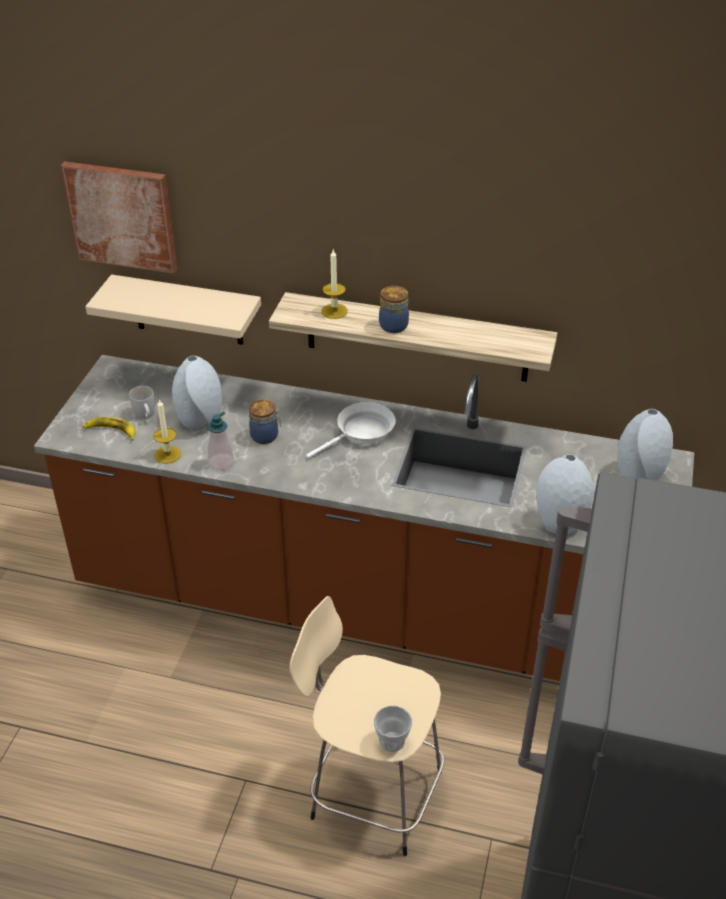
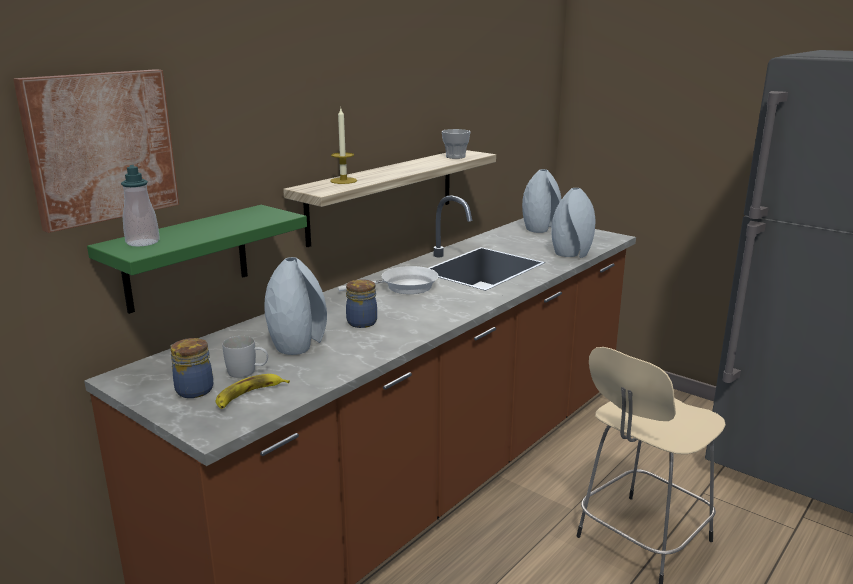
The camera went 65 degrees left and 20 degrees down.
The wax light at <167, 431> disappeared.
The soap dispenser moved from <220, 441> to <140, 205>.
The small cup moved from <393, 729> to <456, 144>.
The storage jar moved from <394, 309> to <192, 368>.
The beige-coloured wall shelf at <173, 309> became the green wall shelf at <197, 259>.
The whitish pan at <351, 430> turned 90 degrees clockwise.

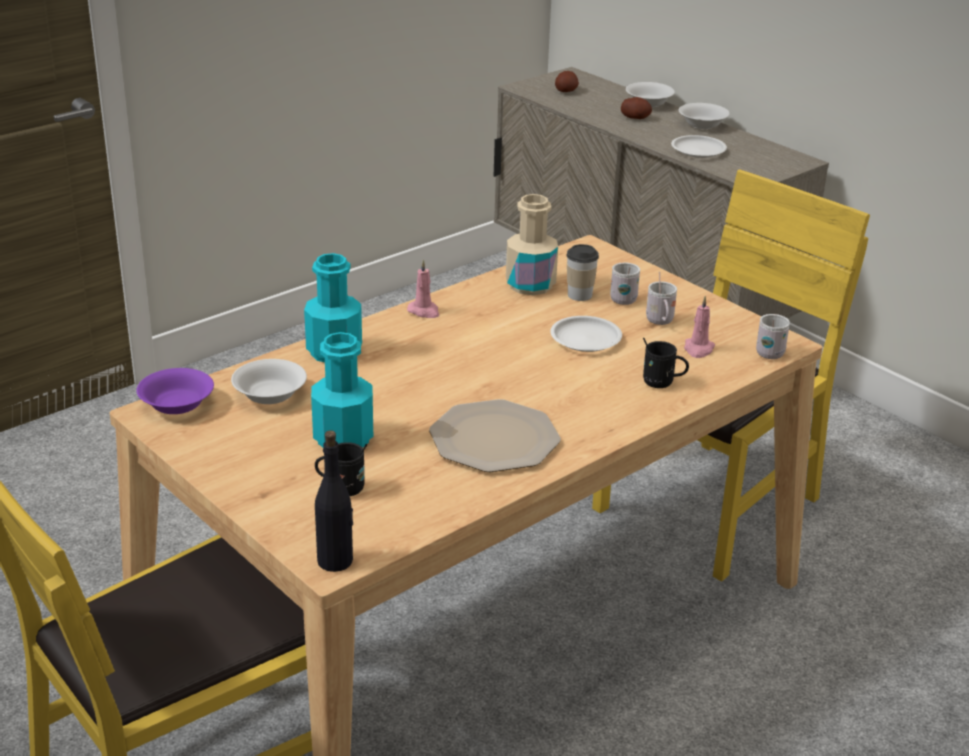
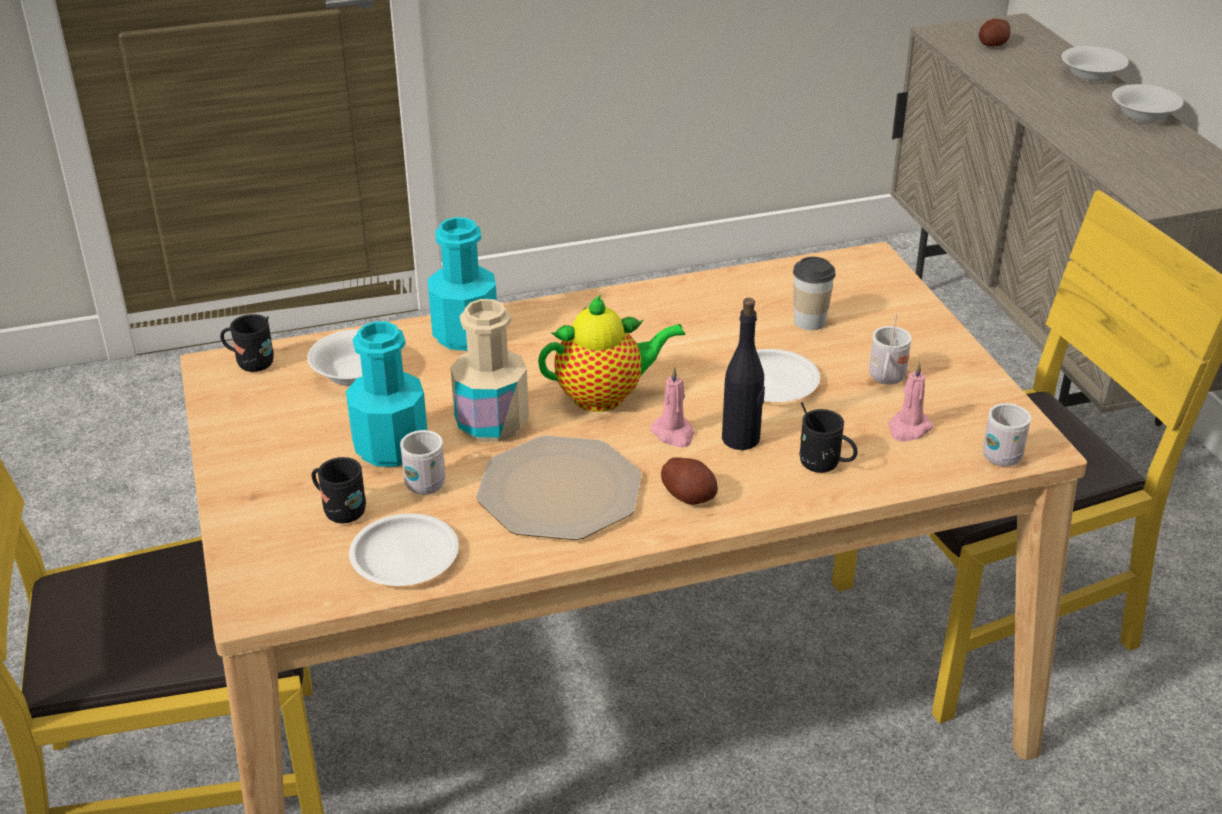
The camera went 25 degrees right and 5 degrees up.
The teapot at <612, 353> appeared.
The black beverage bottle moved from <334, 501> to <743, 374>.
The pink-coloured wax light moved from <423, 288> to <672, 407>.
The beige-coloured beverage bottle moved from <532, 244> to <489, 370>.
The whitish coffee mug moved from <625, 283> to <422, 462>.
The whole potato moved from <636, 108> to <689, 481>.
The whitish plate moved from <699, 146> to <404, 549>.
The purple deep dish at <175, 391> was replaced by the black coffee mug at <247, 343>.

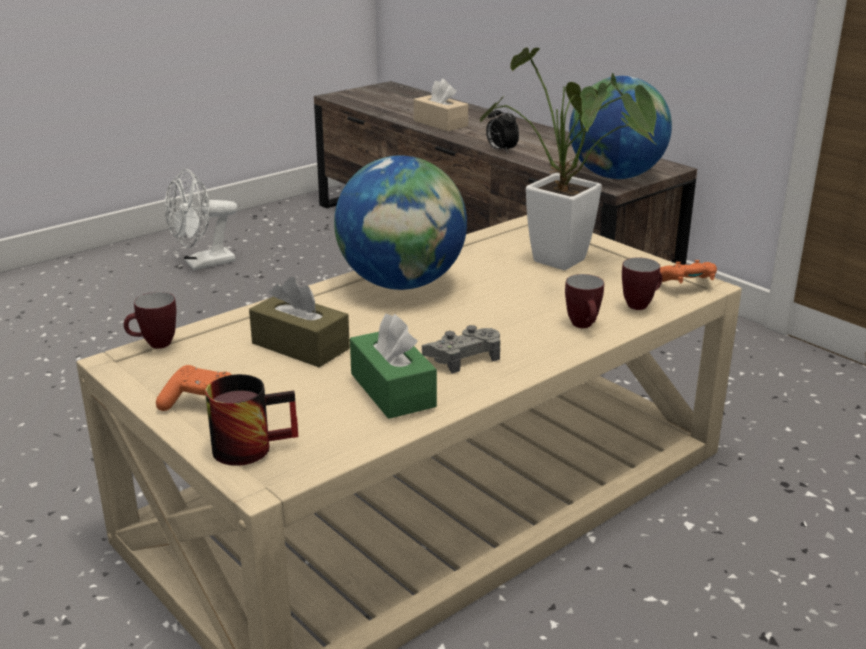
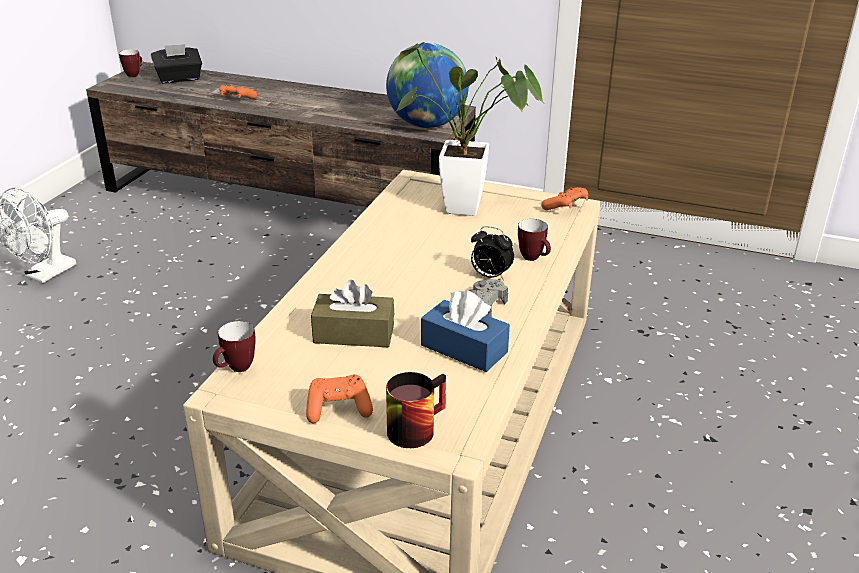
The camera went 30 degrees left and 5 degrees up.
The desk globe at <400, 223> disappeared.
The black tissue holder at <176, 63> appeared.
The table clock moved from <502, 129> to <492, 253>.
The coffee mug moved from <642, 284> to <131, 63>.
The beige-coloured tissue holder at <441, 105> was replaced by the orangey gamepad at <238, 91>.
The green tissue holder at <393, 366> became the blue tissue holder at <465, 331>.

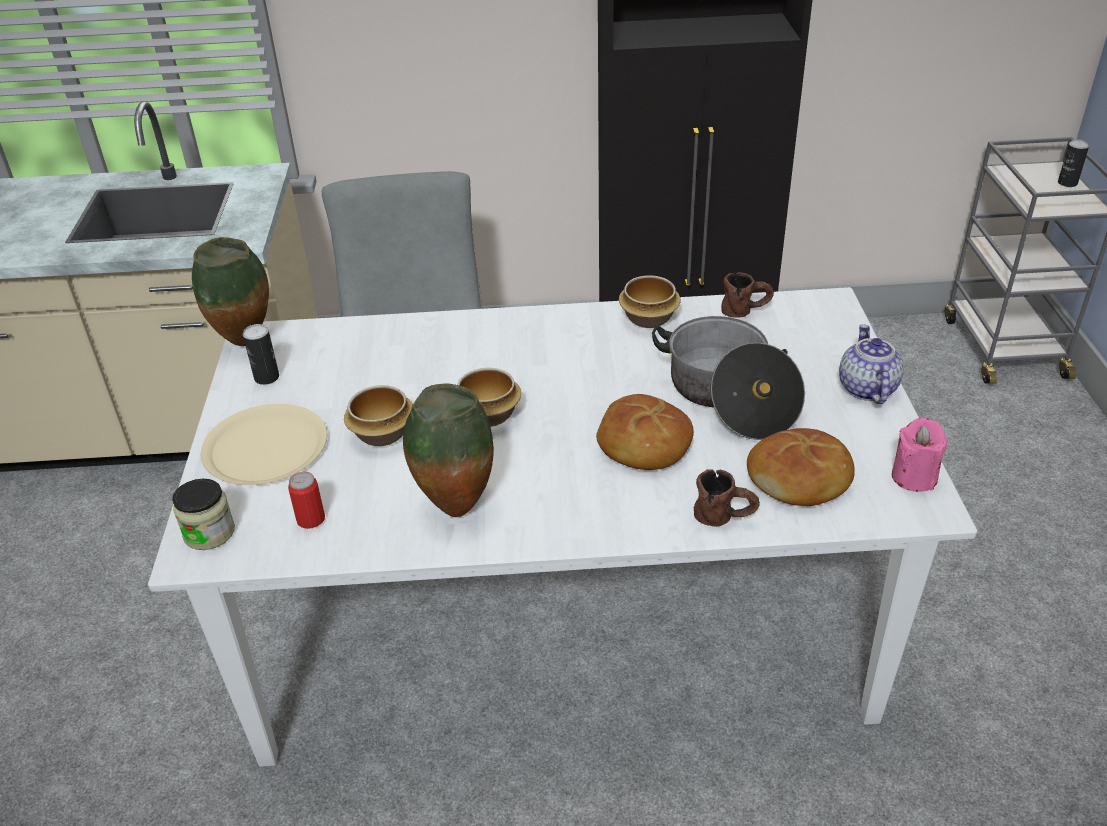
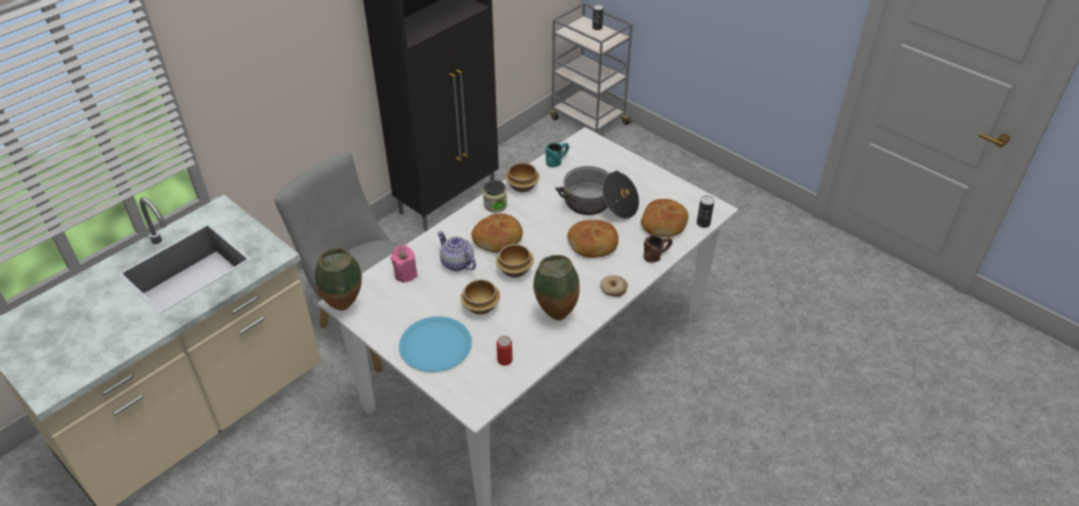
The camera went 45 degrees left and 5 degrees up.
The bakery bread at <497, 232> appeared.
The doughnut at <614, 286> appeared.
The storage jar moved from <203, 514> to <495, 196>.
The can moved from <261, 354> to <705, 211>.
The teapot moved from <871, 364> to <456, 251>.
The pink-coloured wax light moved from <919, 455> to <404, 263>.
The beige-coloured plate at <264, 444> became the blue plate at <435, 344>.
The brownish coffee mug at <747, 295> became the blue-green coffee mug at <557, 155>.

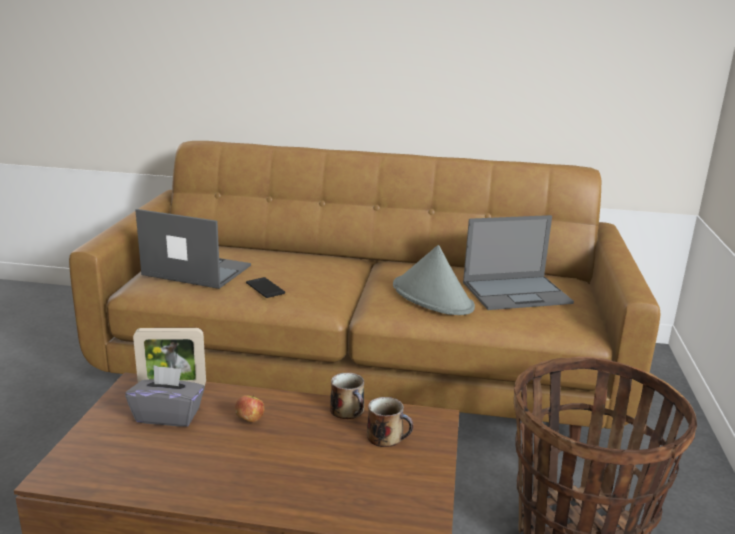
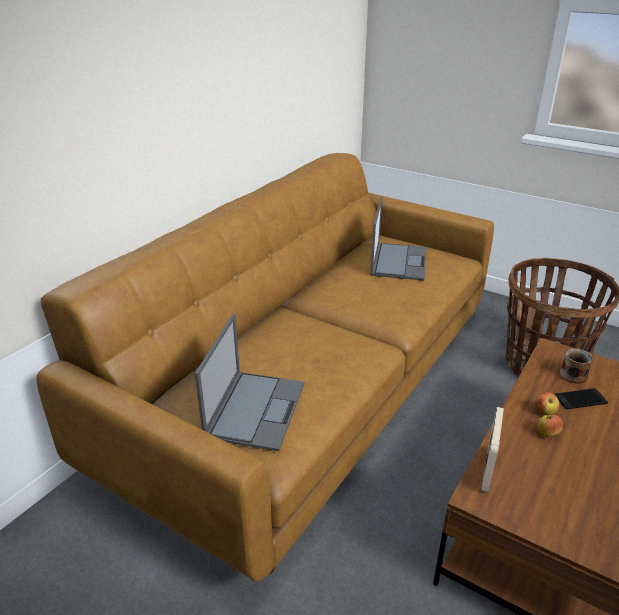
The camera went 65 degrees left and 10 degrees up.
The gray tissue holder at <165, 396> disappeared.
The coffee mug at <347, 396> disappeared.
The gray clothing hat at <434, 280> disappeared.
The apple at <547, 403> appeared.
The handset moved from <265, 287> to <581, 398>.
The laptop at <193, 249> turned 150 degrees clockwise.

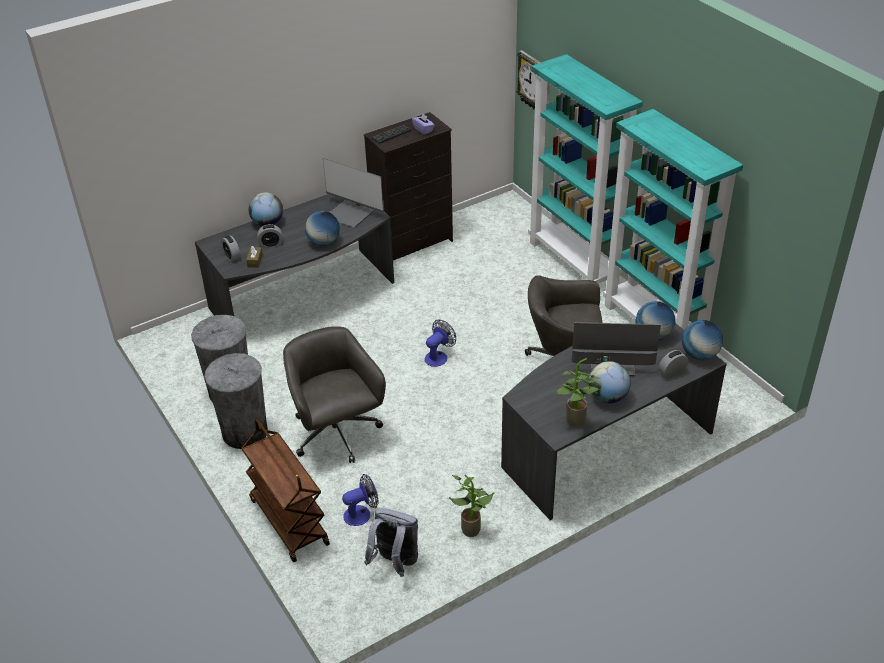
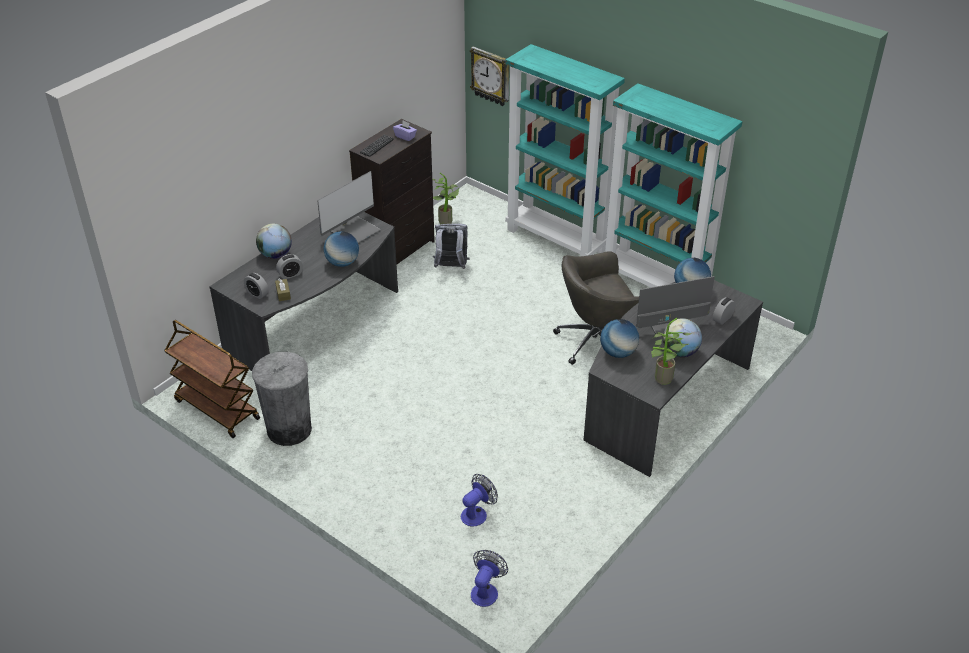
The camera went 20 degrees left and 0 degrees up.
The gray rubbish bin at <236, 401> disappeared.
The gray desk chair at <334, 394> disappeared.
The brownish trolley moved from <285, 490> to <212, 379>.
The gray knapsack moved from <391, 542> to <451, 246>.
The cooling fan moved from <440, 343> to <489, 578>.
The houseplant moved from <471, 506> to <445, 198>.
The desk globe moved from <702, 340> to <619, 338>.
The computer screen at <353, 192> turned 60 degrees counterclockwise.

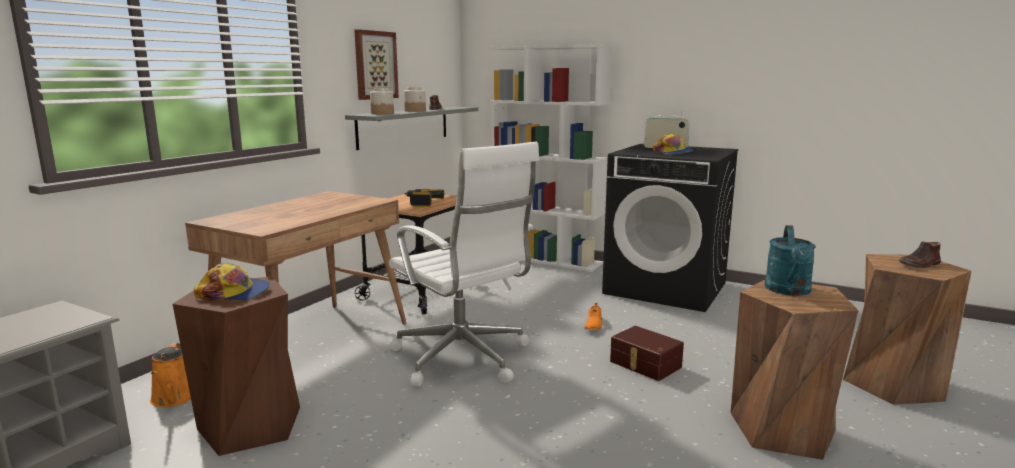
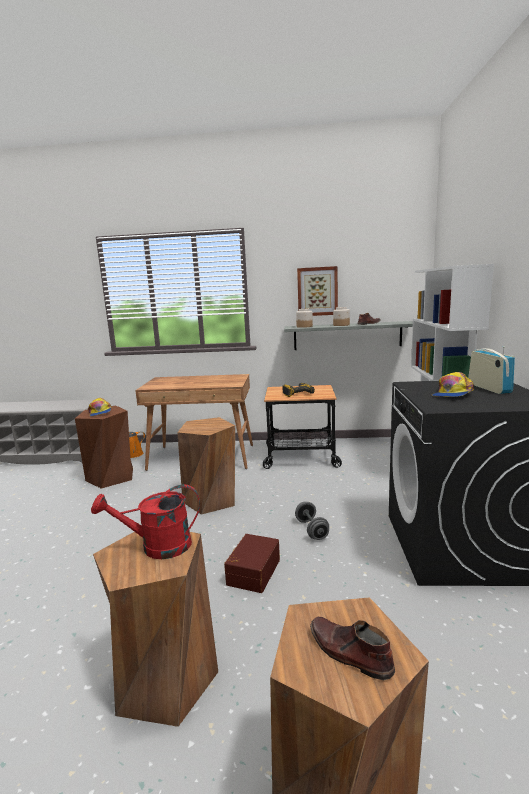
The camera went 65 degrees right and 0 degrees up.
The whitish desk chair at <464, 264> was replaced by the brownish stool seat at <206, 466>.
The orangey low shoe at <593, 316> was replaced by the gray hand weight at <312, 521>.
The blue-green watering pot at <790, 260> became the red-coloured watering pot at <145, 521>.

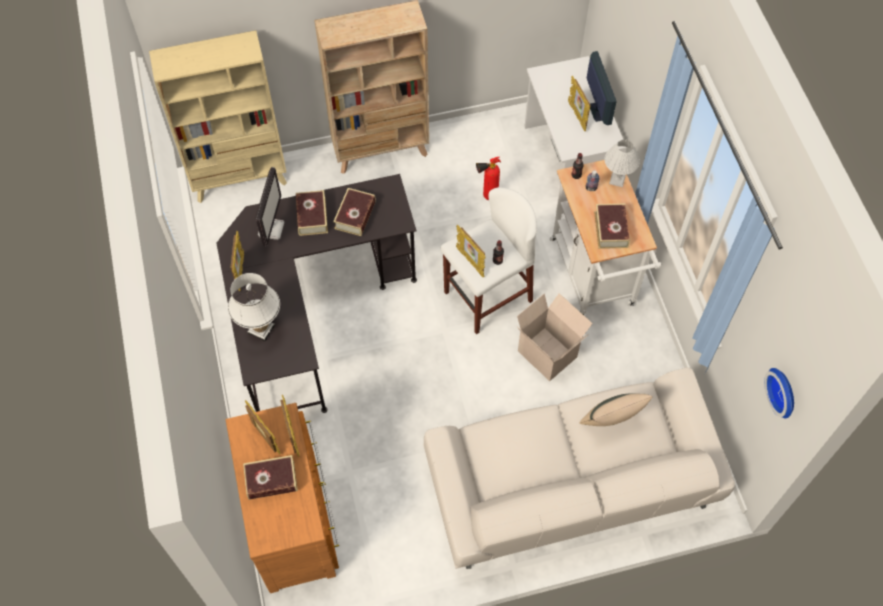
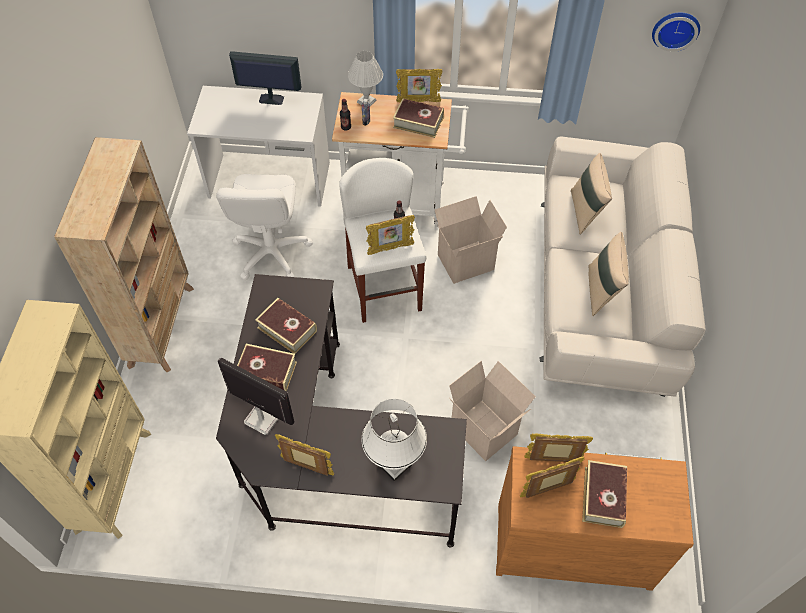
The camera went 70 degrees left and 5 degrees down.
The cardboard box at <492, 411> appeared.
The beige-coloured cushion at <608, 274> appeared.
The photo frame moved from <579, 104> to <419, 85>.
The extinguisher at <488, 178> was replaced by the whitish desk chair at <264, 227>.

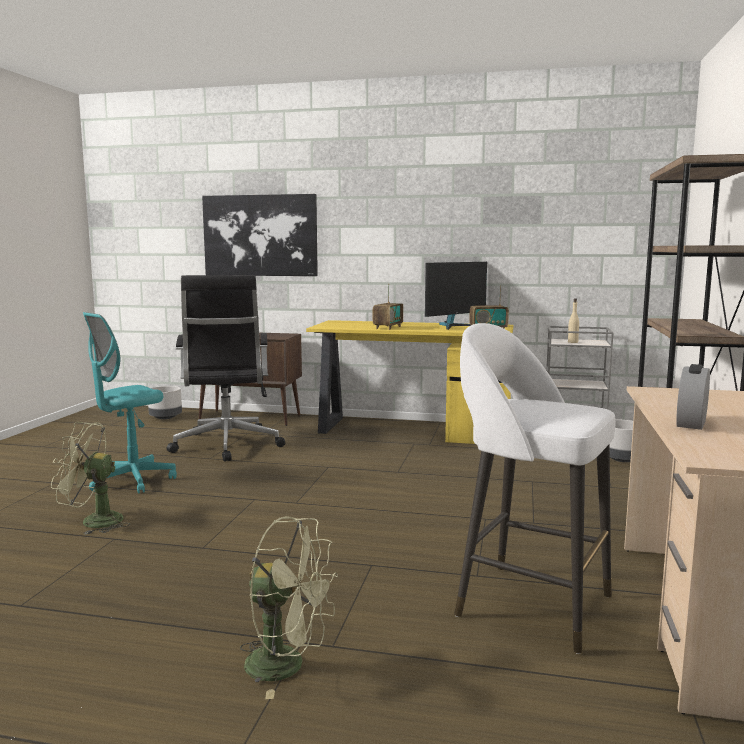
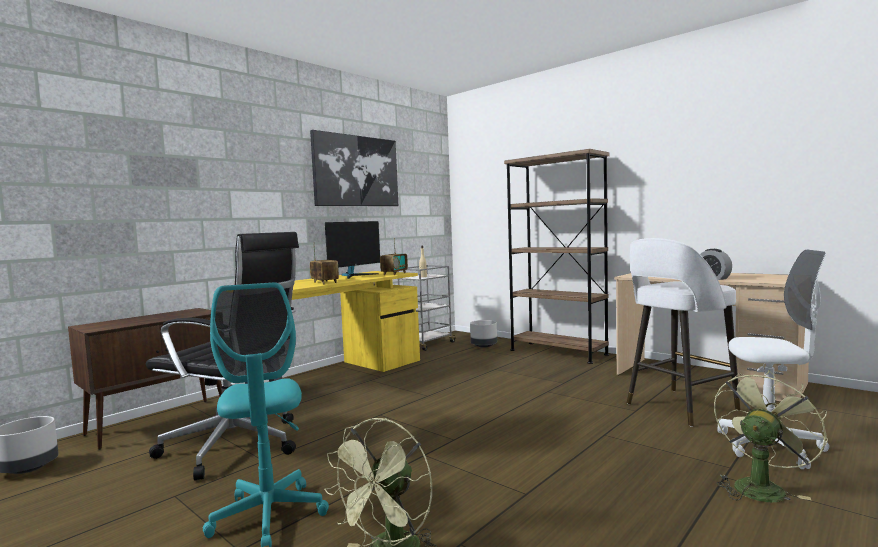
The camera went 60 degrees left and 5 degrees down.
The whitish desk chair at <773, 359> appeared.
The wall art moved from <260, 235> to <354, 168>.
The computer screen at <456, 296> turned 45 degrees clockwise.

